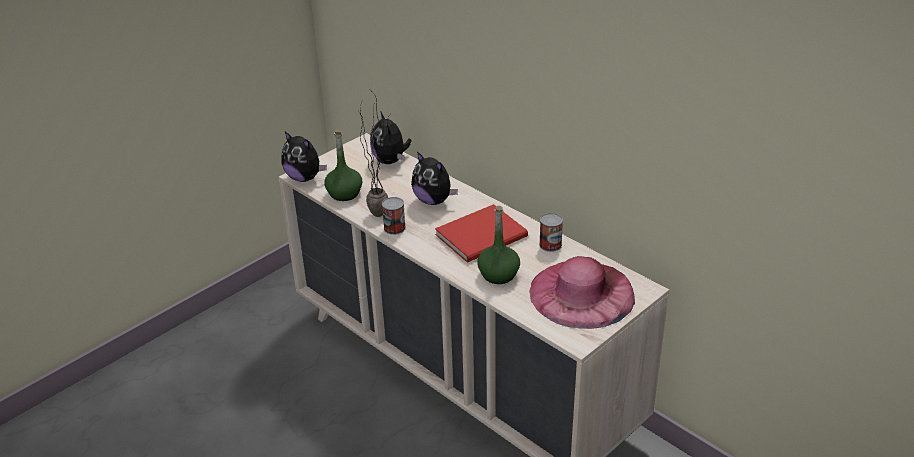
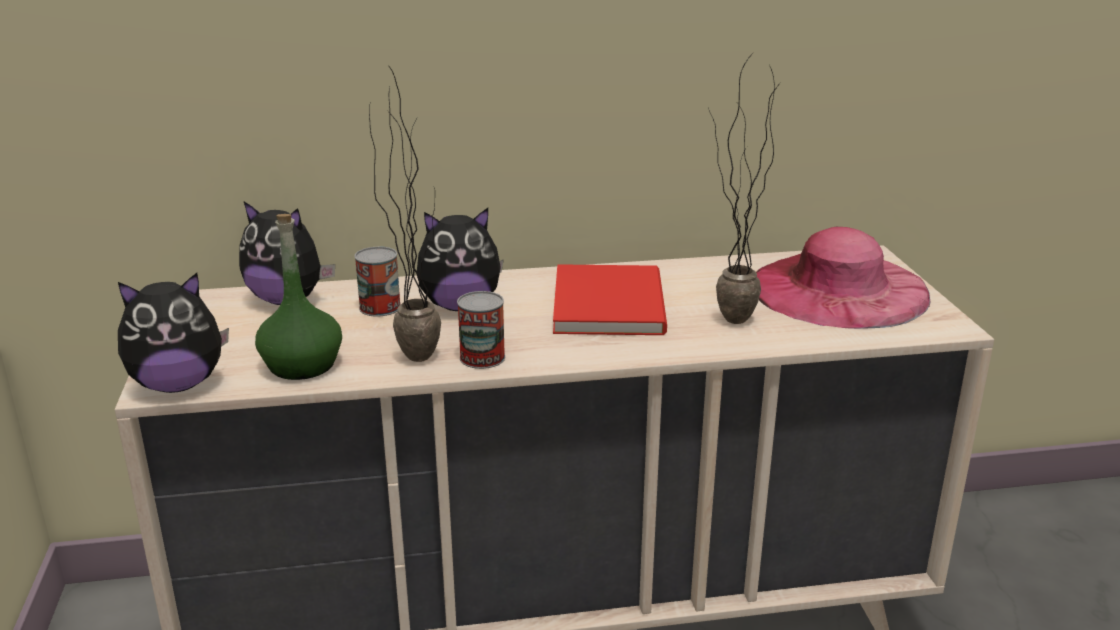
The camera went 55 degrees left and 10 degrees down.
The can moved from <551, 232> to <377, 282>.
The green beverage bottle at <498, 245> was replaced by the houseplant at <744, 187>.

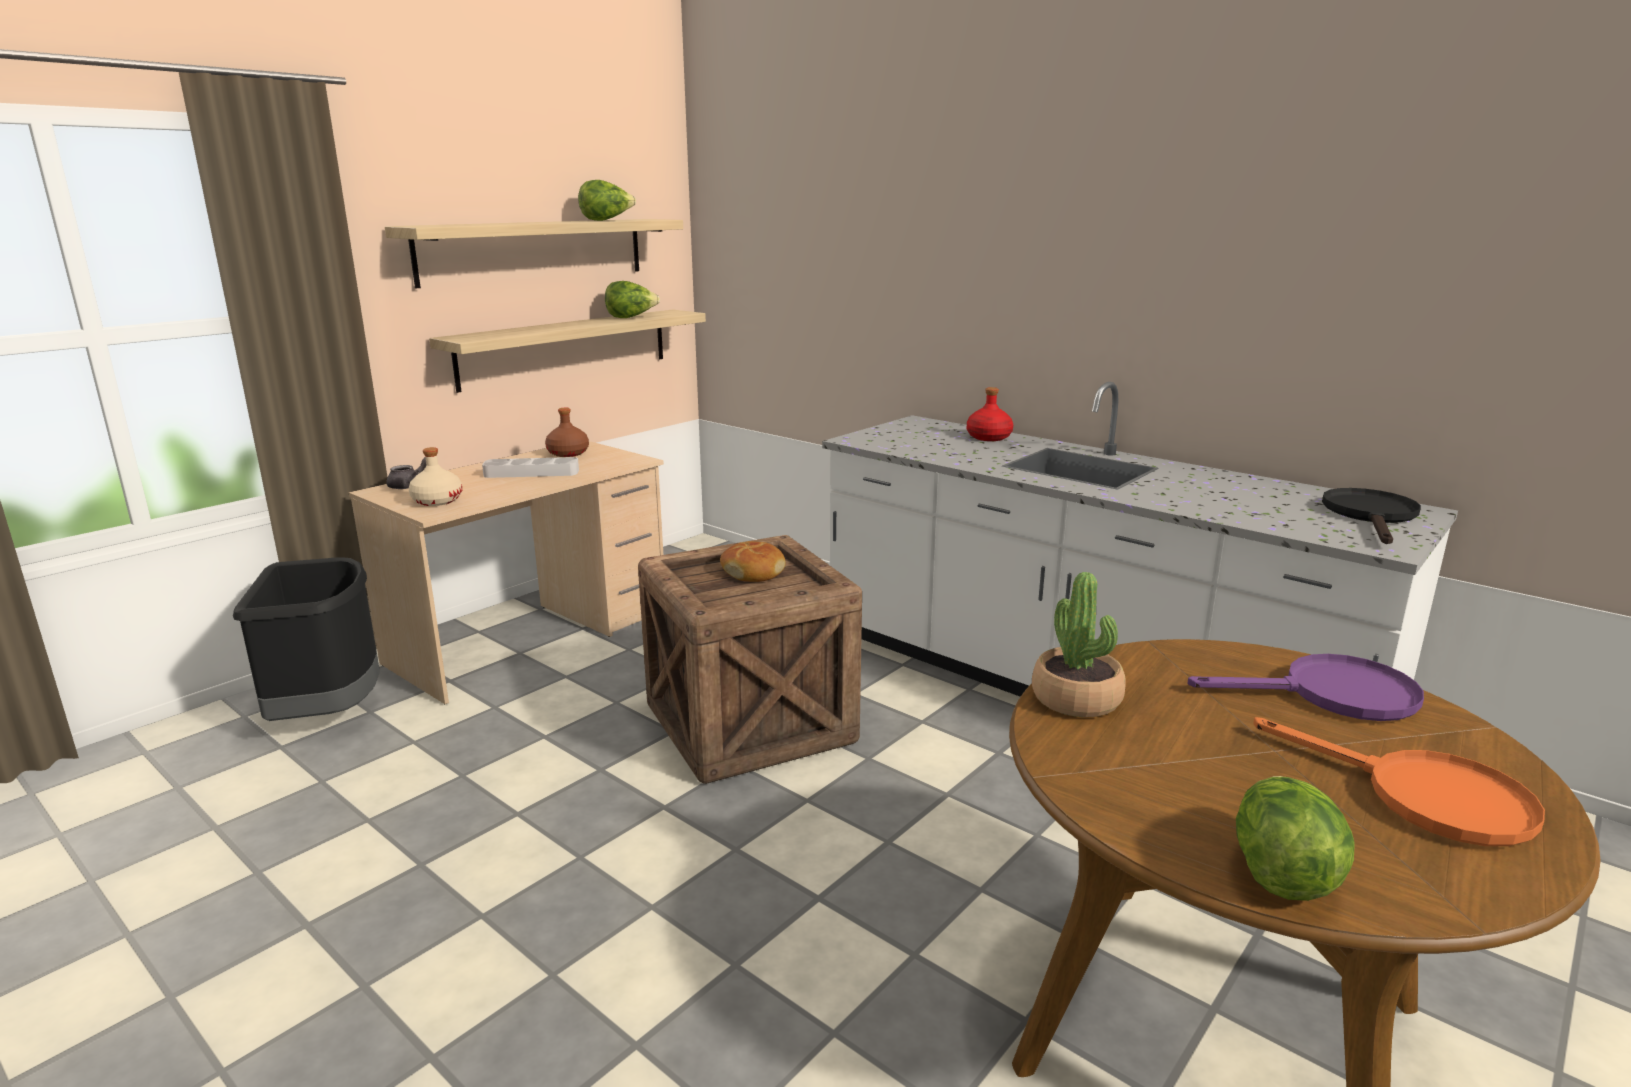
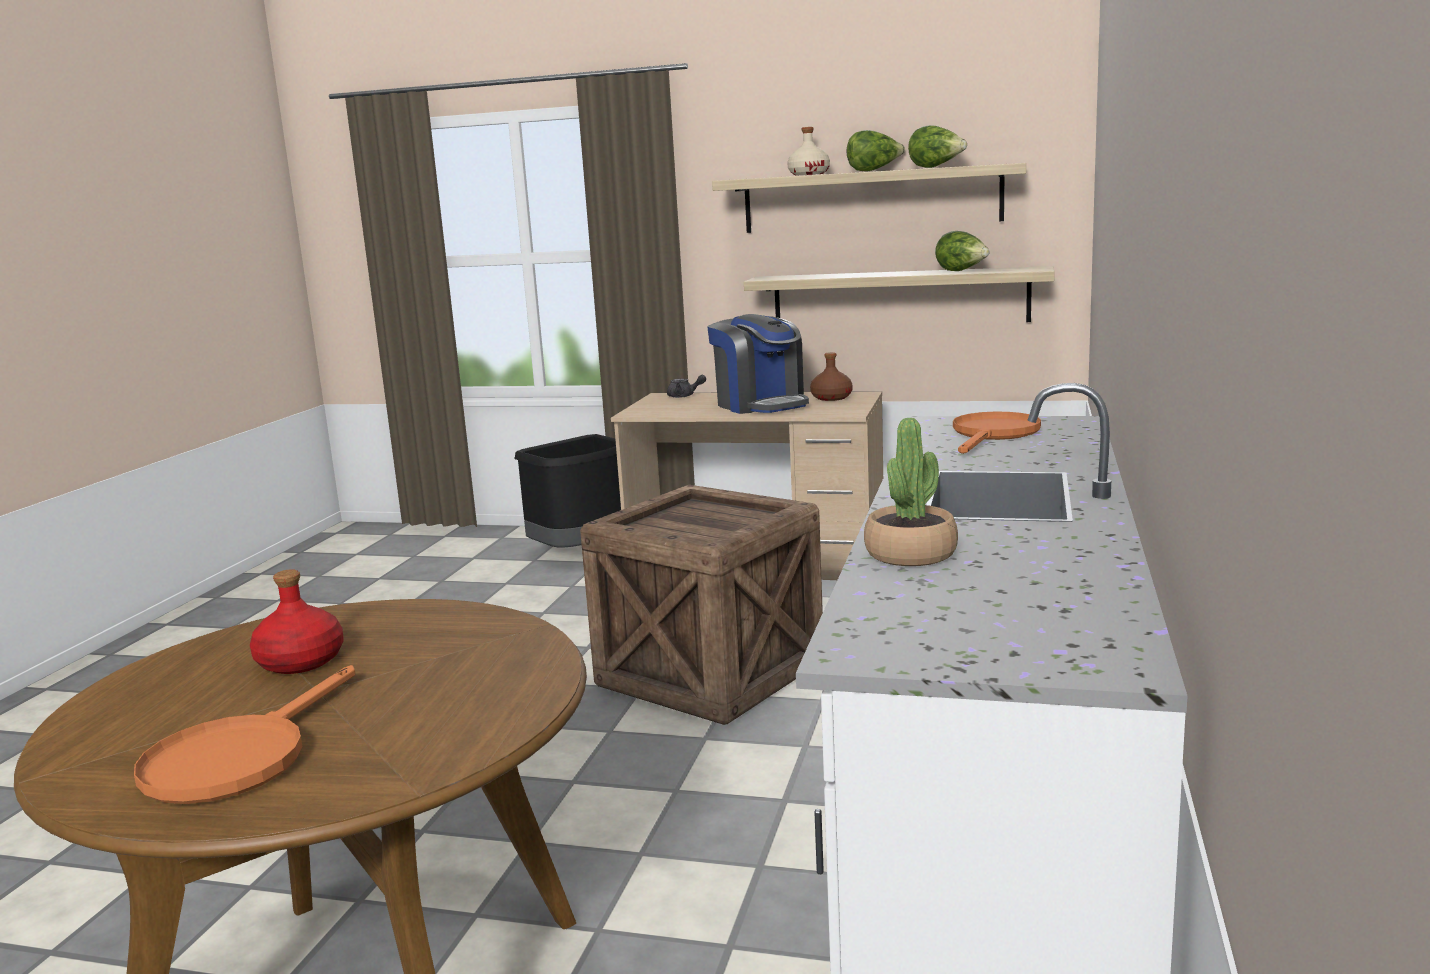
The camera went 65 degrees right and 5 degrees down.
The bakery bread at <753, 561> disappeared.
The purple pan at <1305, 687> disappeared.
The black pan at <1371, 516> disappeared.
The orangey pan at <997, 433> appeared.
The beige-coloured beverage bottle moved from <435, 476> to <808, 151>.
The red-coloured beverage bottle moved from <990, 414> to <297, 621>.
The houseplant moved from <1079, 644> to <911, 492>.
The head of lettuce moved from <1295, 838> to <876, 150>.
The gray carrying tray at <530, 467> was replaced by the coffee brewer at <758, 364>.

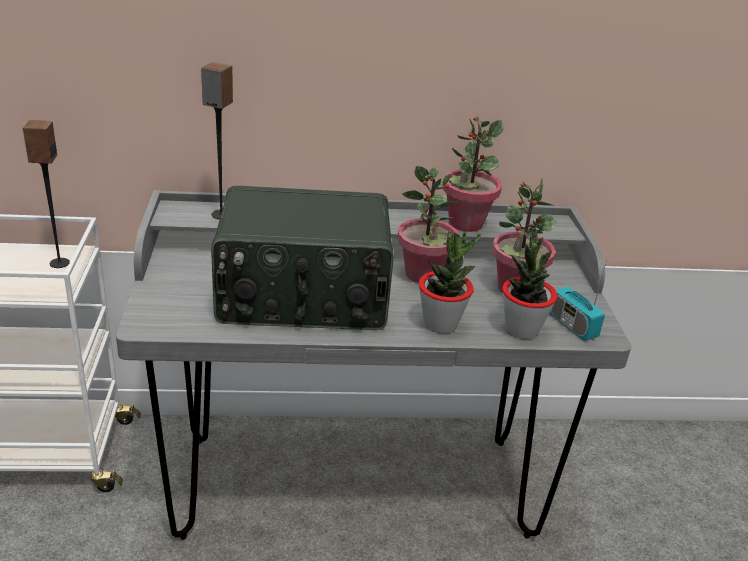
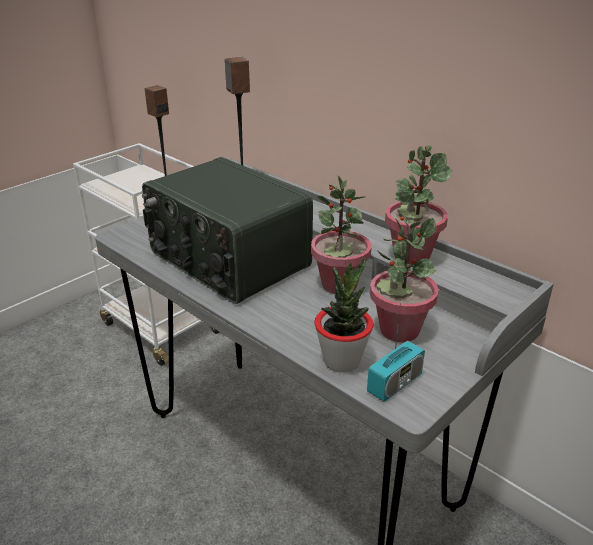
The camera went 50 degrees right and 0 degrees up.
The houseplant at <450, 282> disappeared.
The radio receiver at <578, 300> turned 150 degrees counterclockwise.

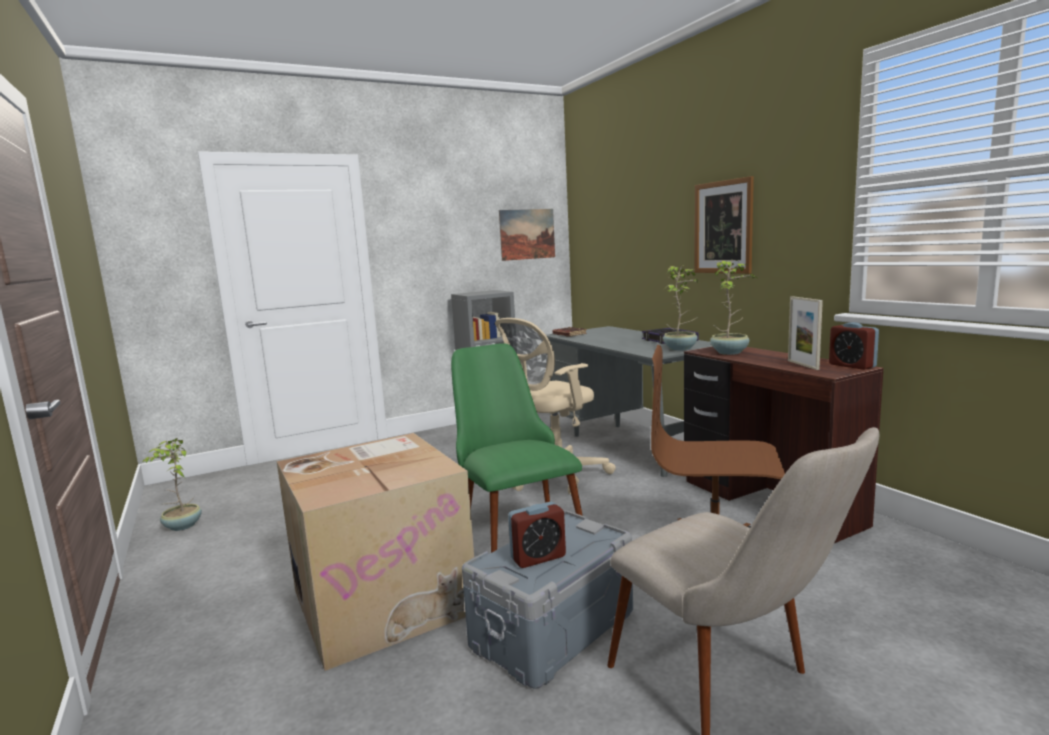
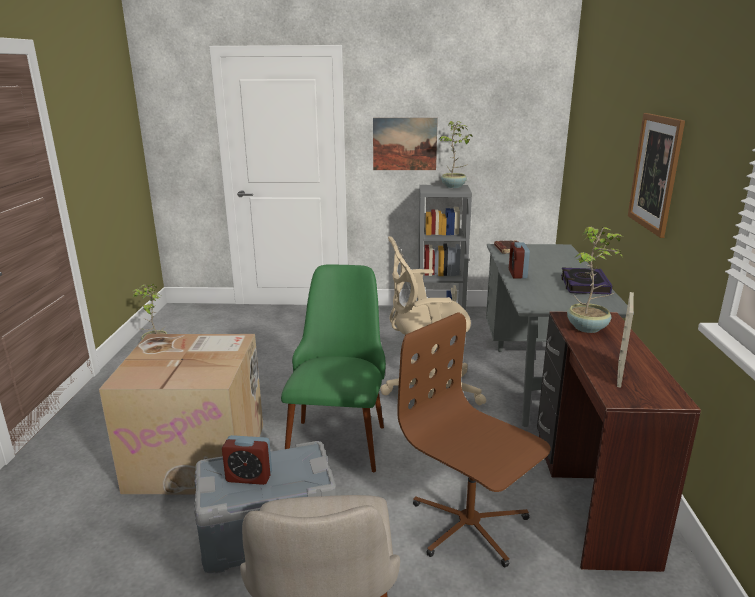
The camera went 30 degrees right and 10 degrees up.
The wall art moved from <527, 235> to <405, 144>.
The houseplant moved from <680, 308> to <456, 154>.
The table clock moved from <854, 346> to <519, 260>.

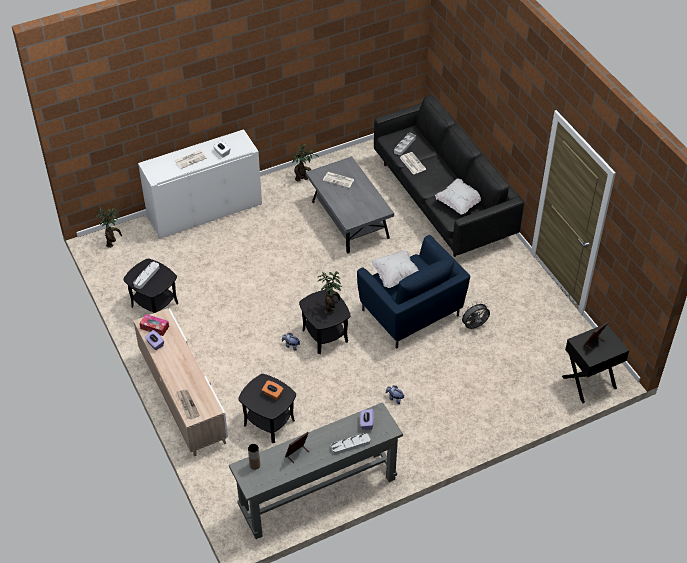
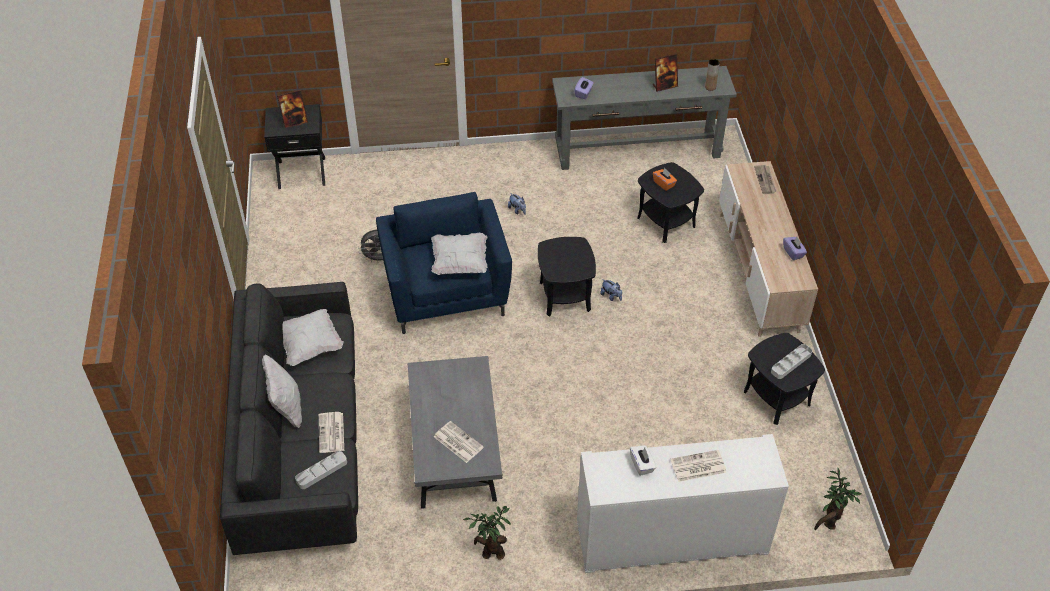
The camera went 160 degrees left and 0 degrees up.
The tissue holder at <154, 325> disappeared.
The houseplant at <330, 292> disappeared.
The gray carrying tray at <350, 444> disappeared.
The whitish cushion at <282, 391> appeared.

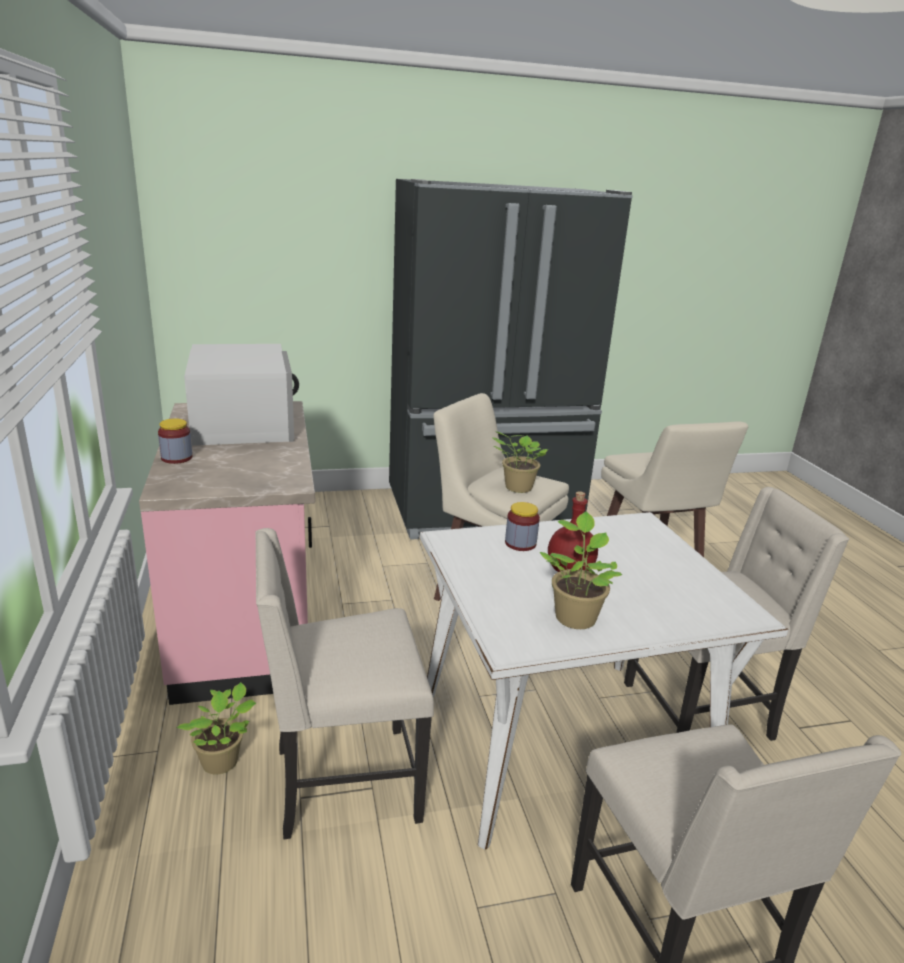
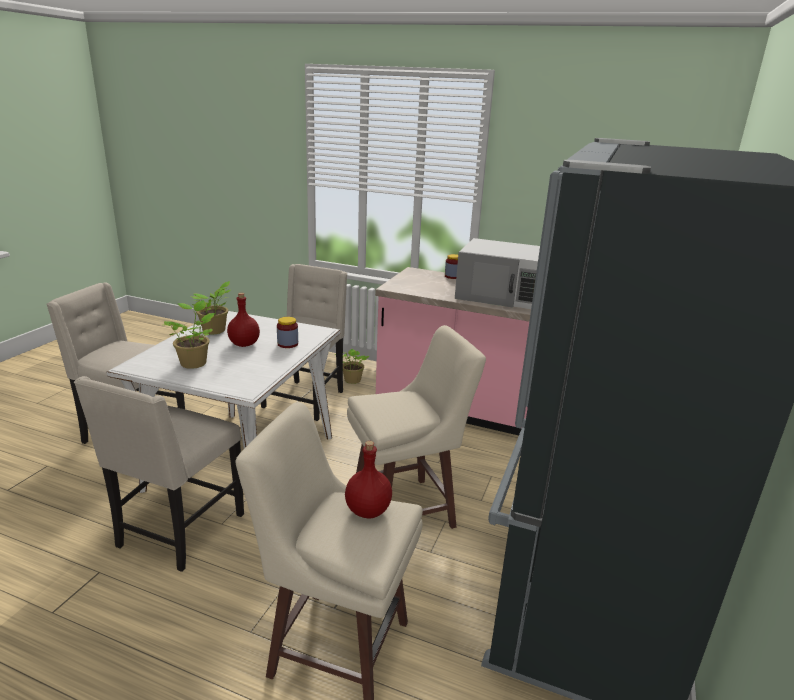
The camera went 125 degrees right and 0 degrees up.
The red-coloured beverage bottle at <368, 480> appeared.
The houseplant moved from <519, 462> to <189, 334>.

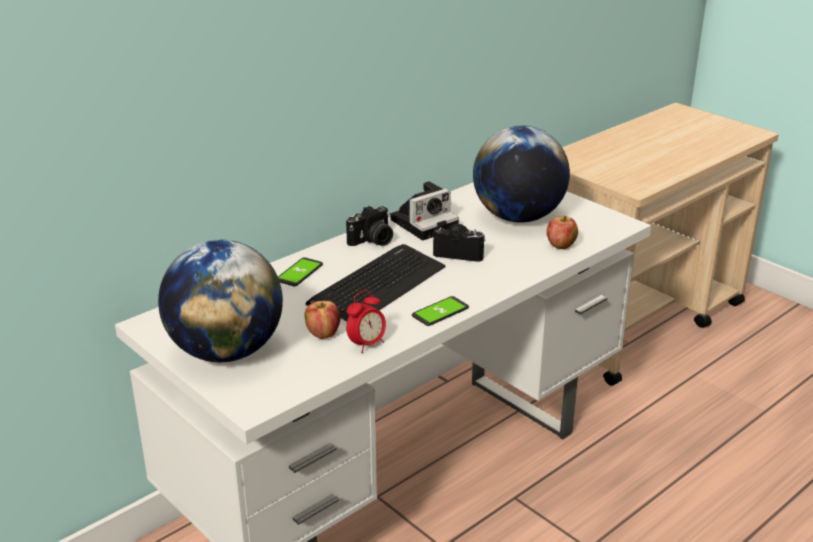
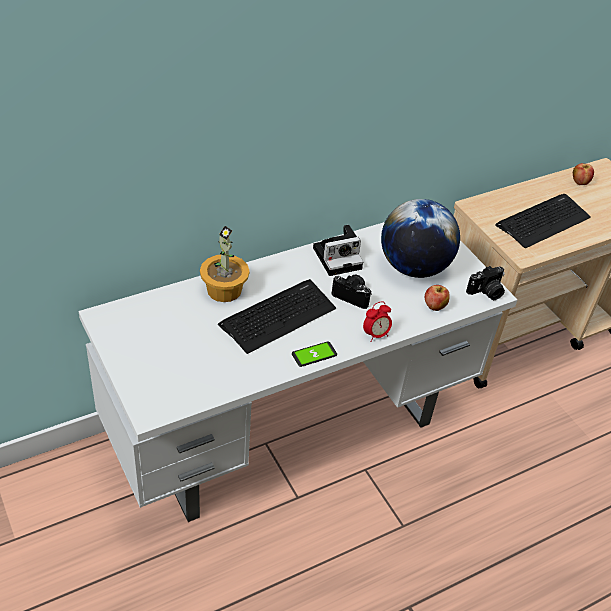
The camera went 10 degrees right and 15 degrees up.
The desk globe at <220, 301> disappeared.
The computer keyboard at <543, 221> appeared.
The apple moved from <322, 320> to <583, 174>.
The still camera moved from <369, 226> to <485, 283>.
The table clock moved from <366, 321> to <377, 321>.
The handset at <300, 271> was replaced by the houseplant at <224, 264>.

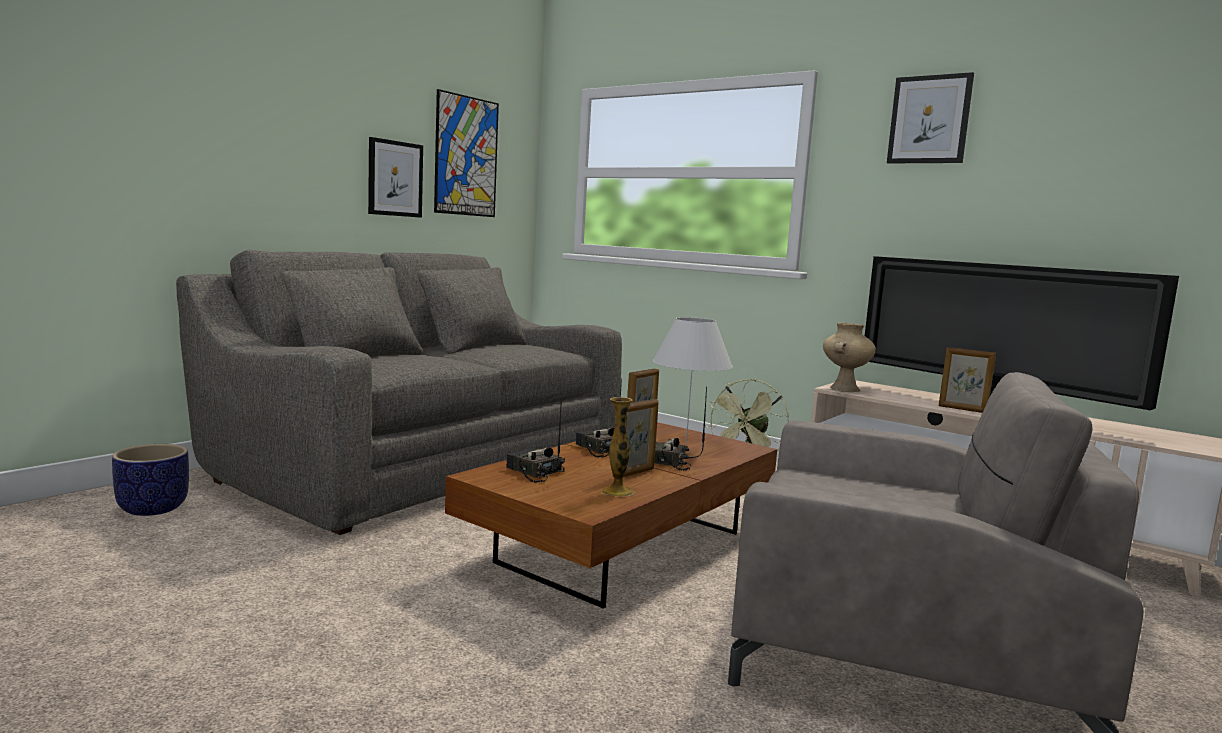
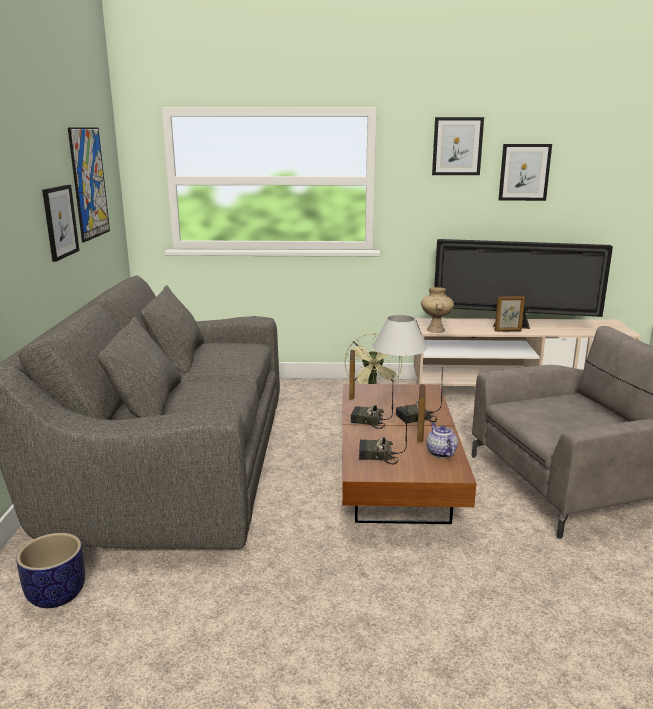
The camera went 35 degrees left and 10 degrees up.
The wall art at <525, 172> appeared.
The decorative vase at <618, 446> was replaced by the teapot at <442, 440>.

